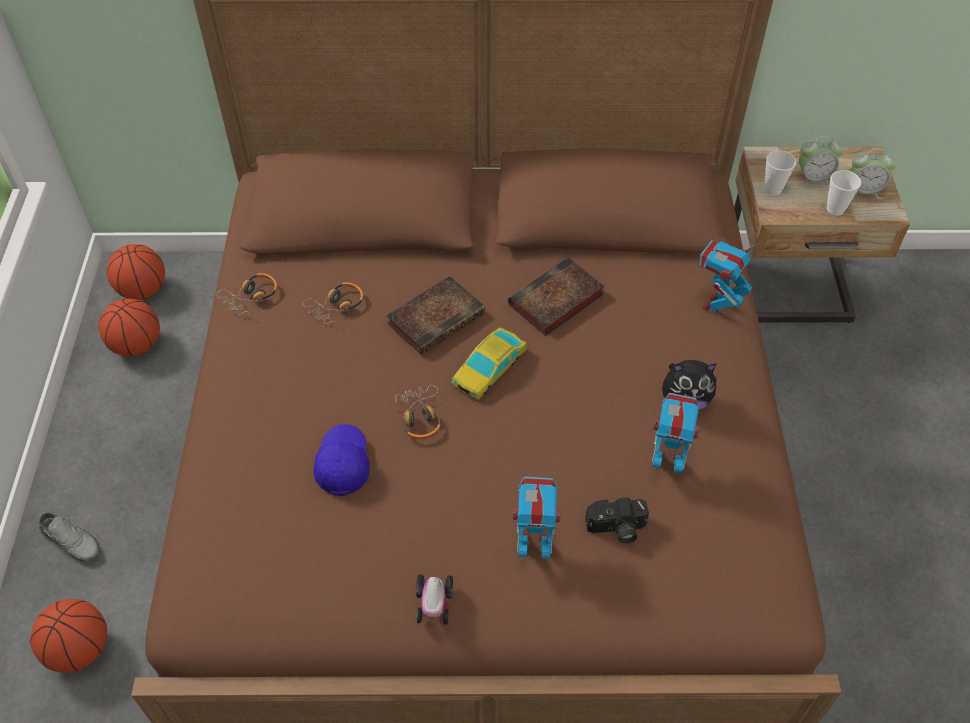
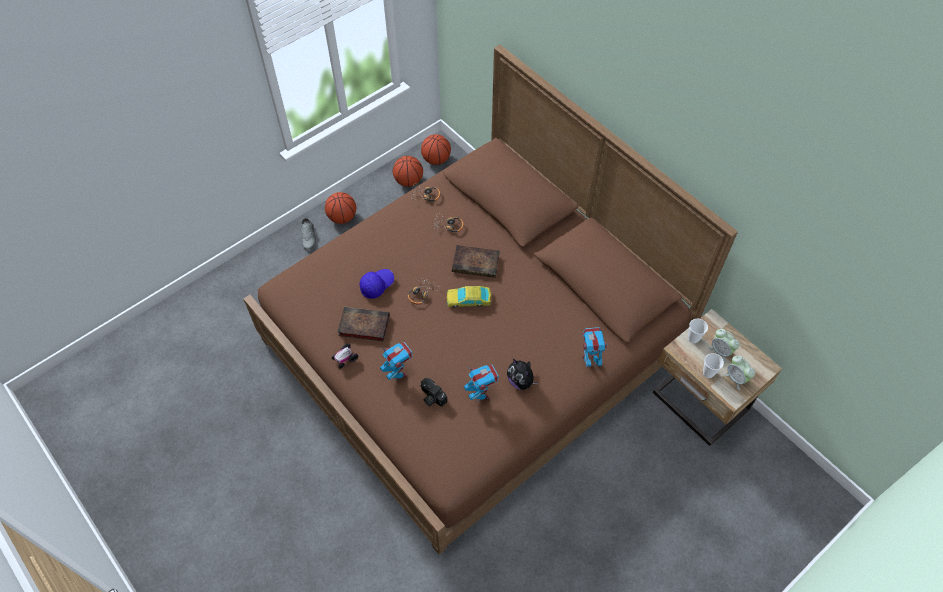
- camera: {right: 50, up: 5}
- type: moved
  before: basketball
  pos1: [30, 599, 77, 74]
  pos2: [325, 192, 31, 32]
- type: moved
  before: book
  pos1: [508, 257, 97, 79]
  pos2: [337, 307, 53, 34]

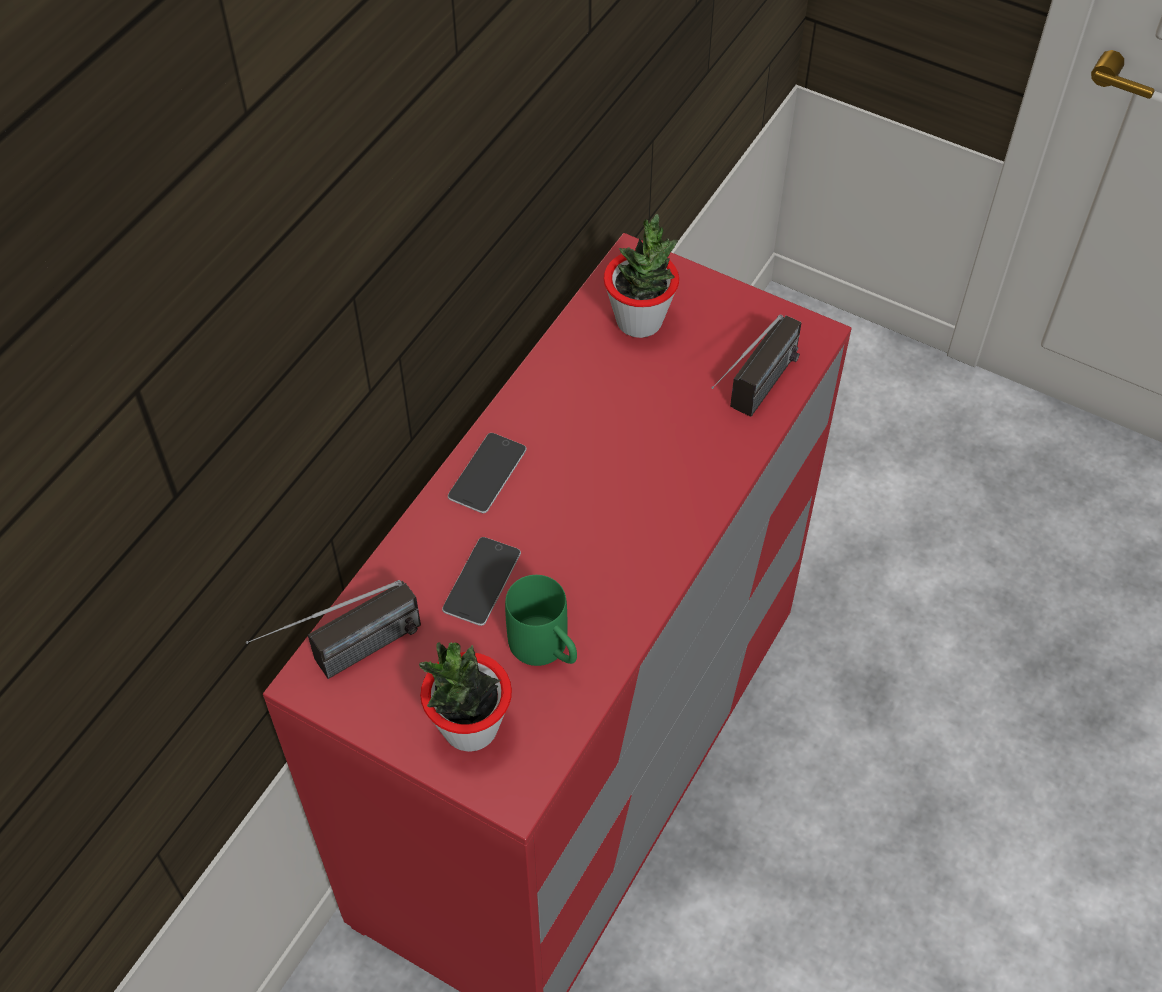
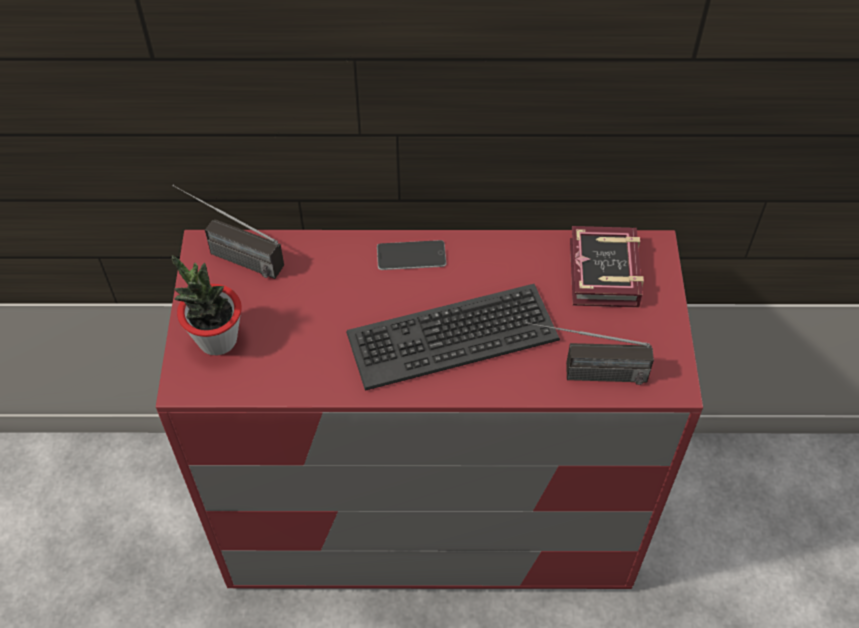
- camera: {right: 60, up: 0}
- type: removed
  before: phone
  pos1: [442, 537, 79, 89]
- type: removed
  before: mug in green
  pos1: [505, 575, 72, 91]
- type: added
  after: keyboard
  pos2: [346, 284, 214, 107]
- type: replaced
  before: potted plant
  after: book
  pos1: [604, 214, 75, 124]
  pos2: [570, 226, 74, 82]

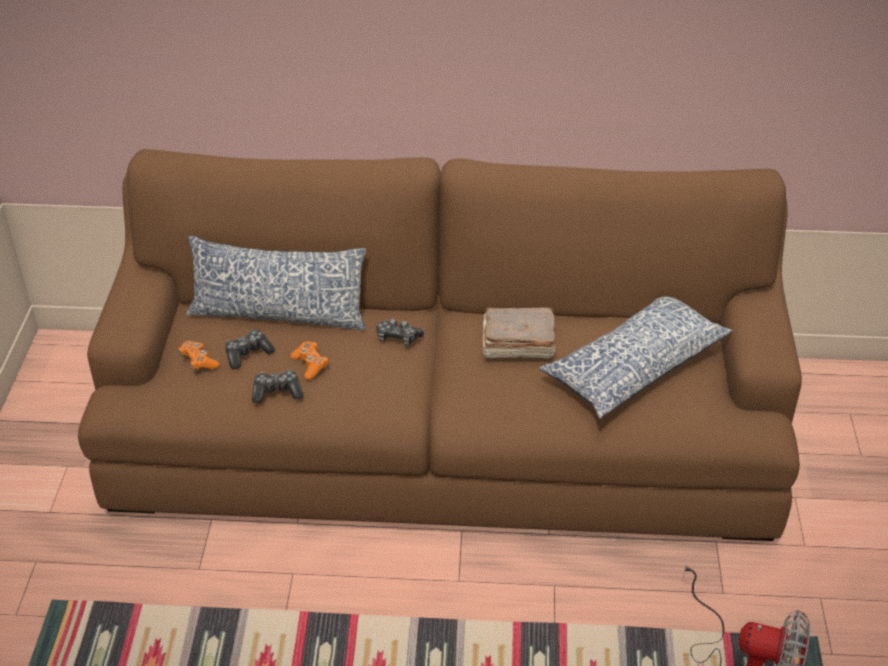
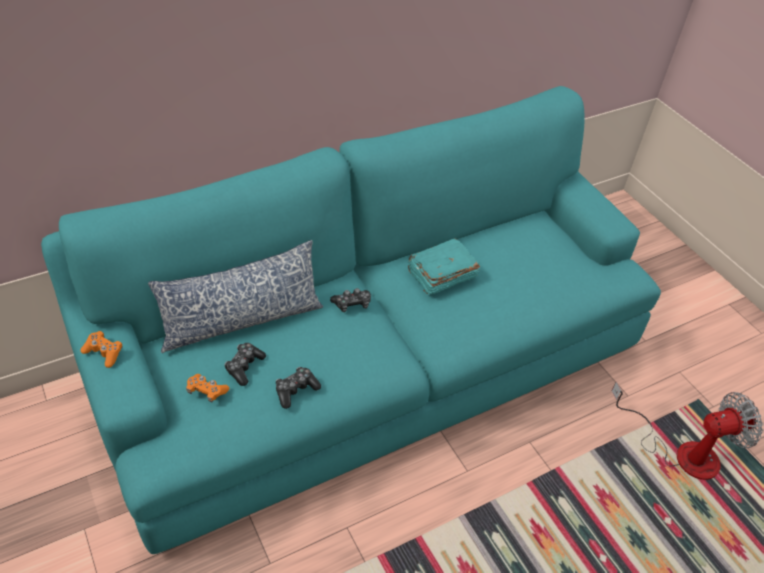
- camera: {right: -35, up: 5}
- type: removed
  before: pillow
  pos1: [540, 296, 193, 123]
- type: moved
  before: game controller in orange
  pos1: [291, 341, 38, 39]
  pos2: [81, 331, 42, 37]
- type: recoloured
  before: sofa in brown
  after: sofa in turquoise
  pos1: [78, 149, 724, 392]
  pos2: [41, 86, 620, 468]
- type: recoloured
  before: book in brown
  after: book in turquoise
  pos1: [481, 308, 75, 51]
  pos2: [408, 238, 72, 57]

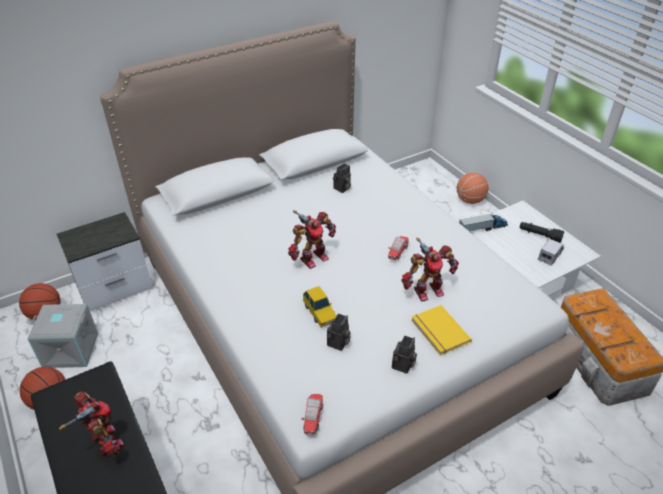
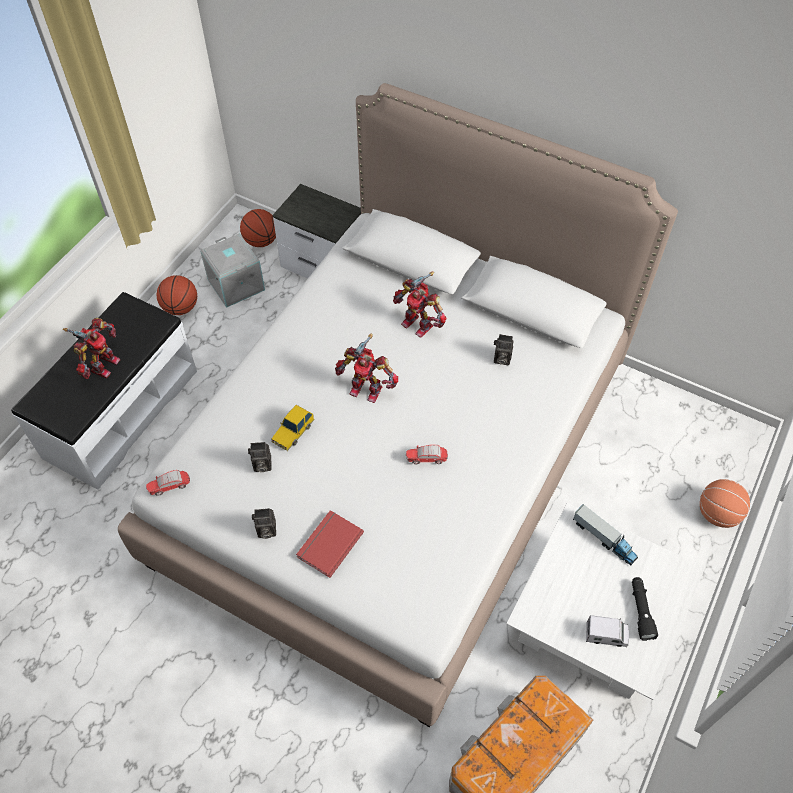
- camera: {right: 60, up: 15}
- type: moved
  before: toy robot
  pos1: [402, 238, 57, 63]
  pos2: [393, 271, 54, 67]
- type: recoloured
  before: book in yellow
  after: book in red
  pos1: [411, 305, 61, 51]
  pos2: [296, 510, 68, 68]

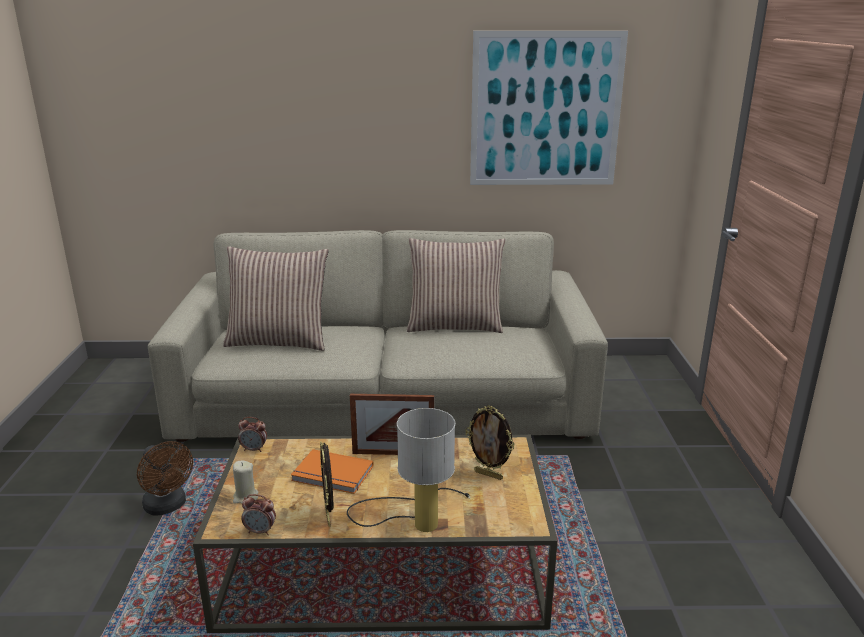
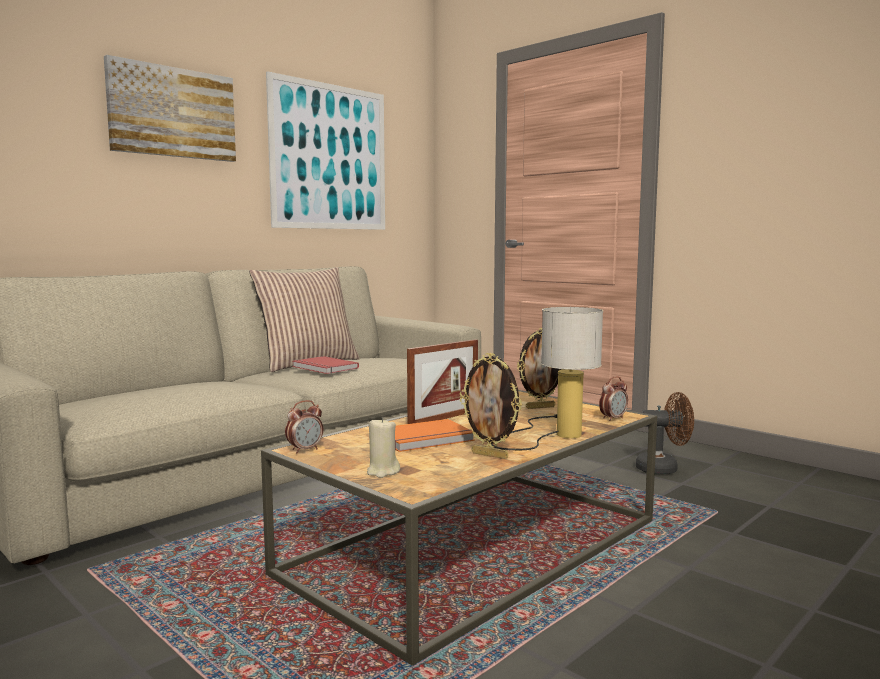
- camera: {right: -45, up: -15}
- type: removed
  before: pillow
  pos1: [223, 246, 106, 105]
- type: added
  after: picture
  pos2: [104, 55, 132, 107]
- type: added
  after: book in red
  pos2: [292, 356, 67, 18]
- type: moved
  before: fan in brown
  pos1: [137, 441, 56, 75]
  pos2: [636, 392, 58, 82]
- type: moved
  before: alarm clock
  pos1: [241, 494, 35, 41]
  pos2: [599, 376, 29, 45]

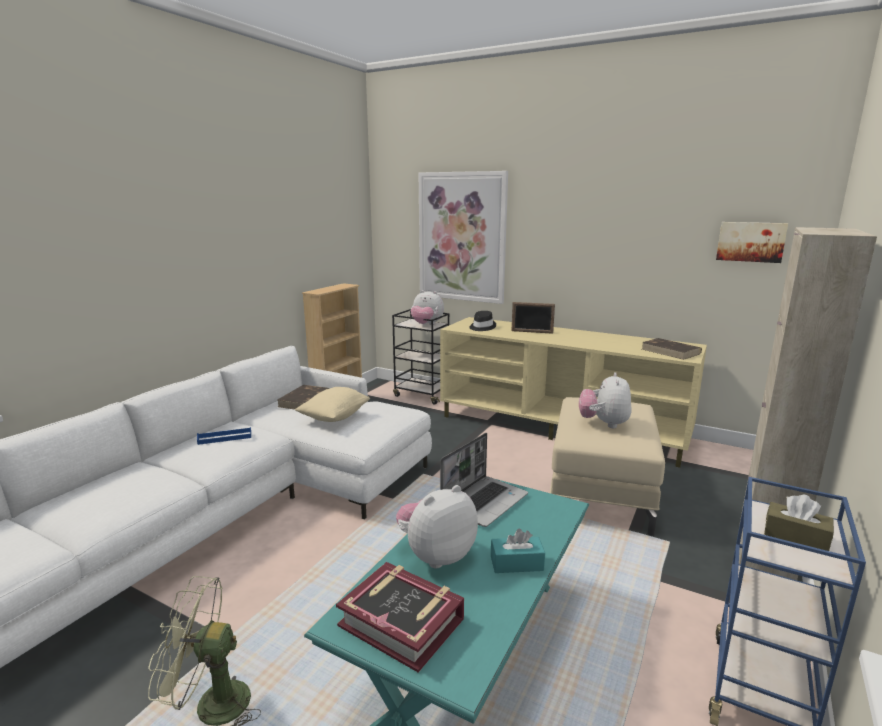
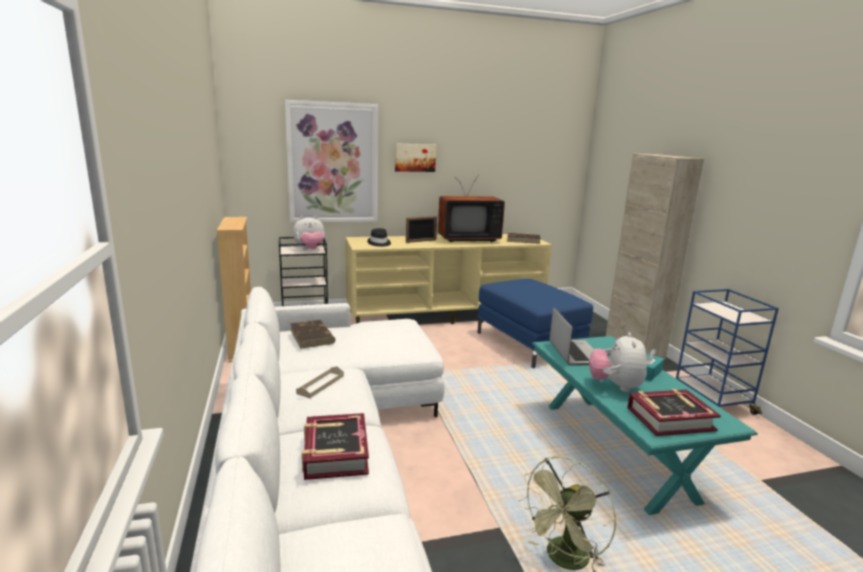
- camera: {right: -45, up: 0}
- type: removed
  before: pillow in beige
  pos1: [295, 387, 75, 35]
- type: removed
  before: plush toy
  pos1: [579, 372, 53, 56]
- type: removed
  before: tissue box in brown
  pos1: [764, 495, 70, 56]
- type: added
  after: book
  pos2: [302, 413, 67, 67]
- type: added
  after: television
  pos2: [438, 176, 67, 66]
- type: moved
  before: picture
  pos1: [716, 222, 72, 41]
  pos2: [395, 144, 41, 28]
- type: recoloured
  before: tray in blue
  after: tray in beige
  pos1: [197, 427, 54, 18]
  pos2: [296, 366, 48, 32]
- type: recoloured
  before: ottoman in beige
  after: ottoman in blue
  pos1: [550, 397, 115, 139]
  pos2: [477, 279, 116, 89]

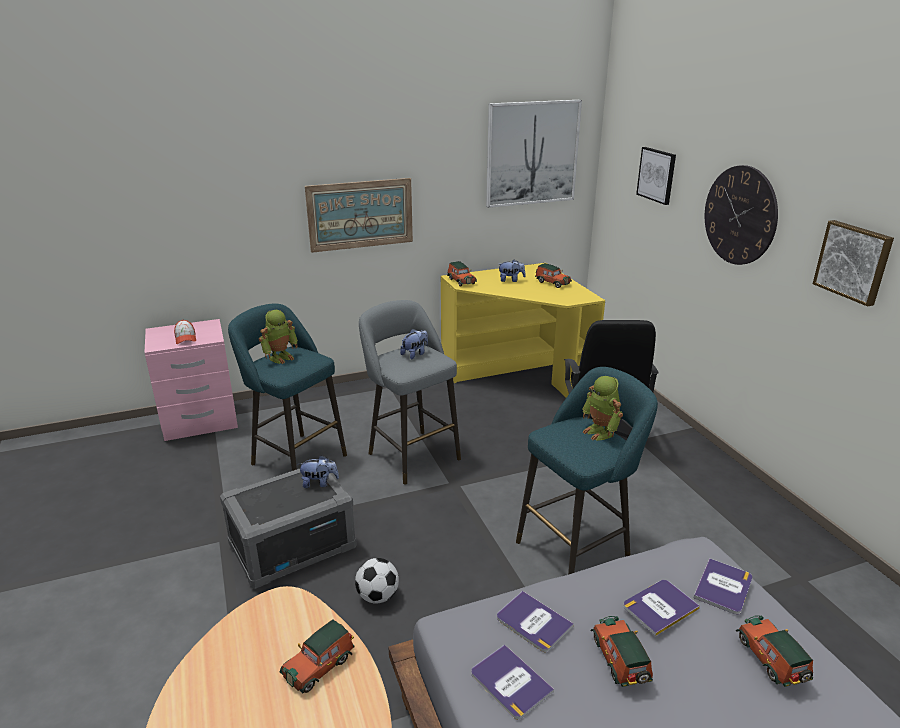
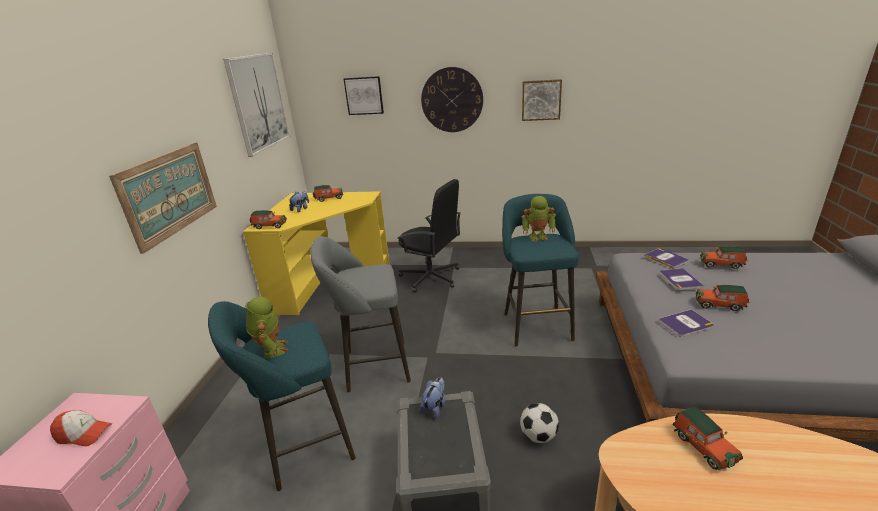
- camera: {right: -60, up: 0}
- type: removed
  before: plush toy
  pos1: [400, 329, 28, 30]
- type: removed
  before: book
  pos1: [471, 644, 83, 76]

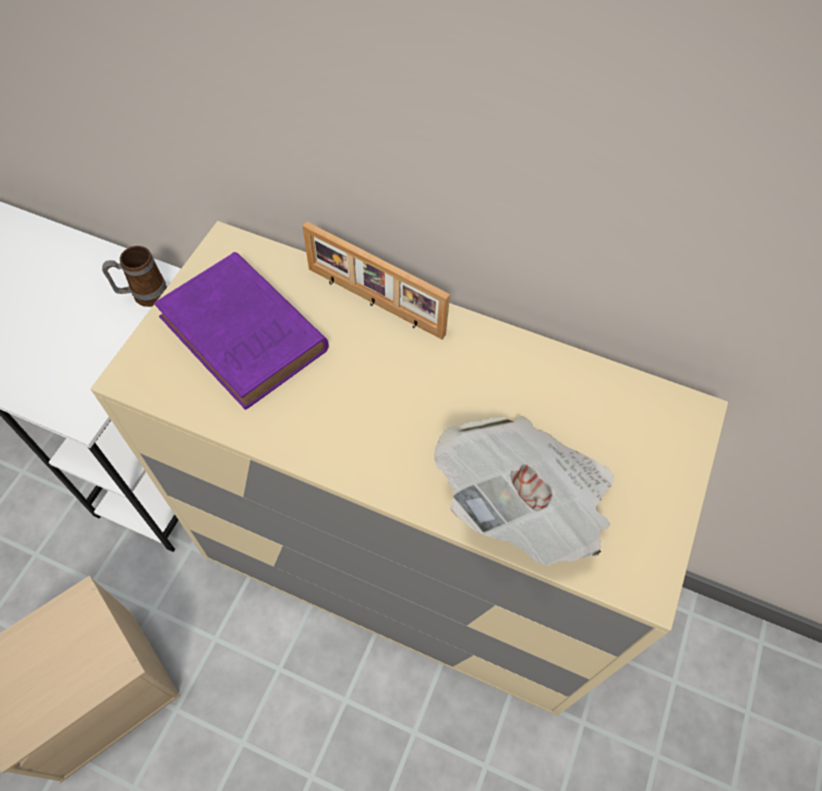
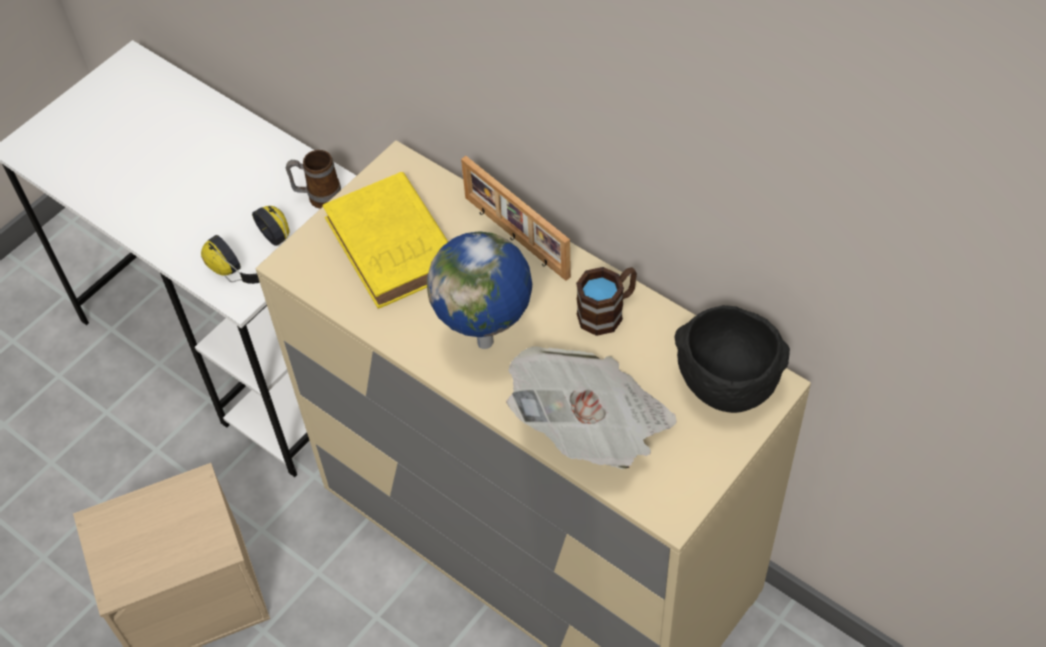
- camera: {right: 20, up: -5}
- type: added
  after: headphones
  pos2: [201, 206, 89, 78]
- type: added
  after: globe
  pos2: [427, 231, 105, 118]
- type: added
  after: mug in brown
  pos2: [576, 267, 61, 69]
- type: added
  after: bowl in black
  pos2: [675, 305, 115, 108]
- type: recoloured
  before: book in purple
  after: book in yellow
  pos1: [154, 252, 175, 158]
  pos2: [322, 172, 126, 137]

